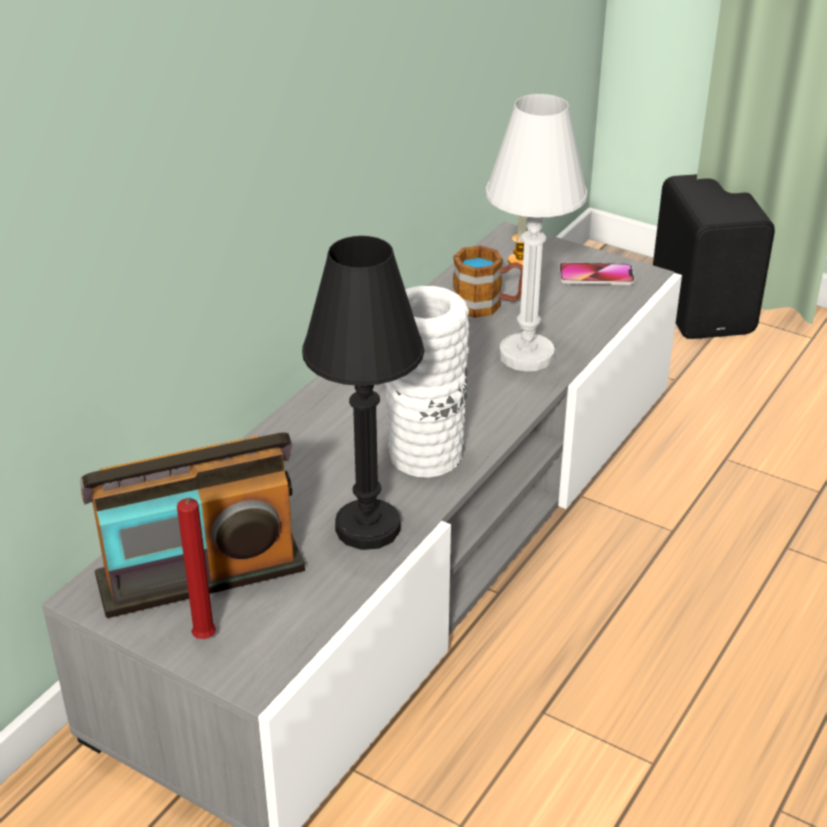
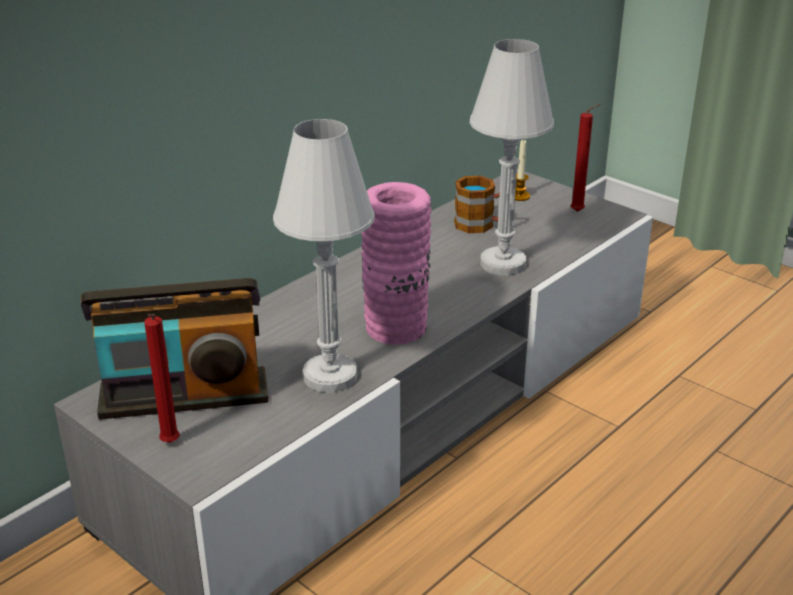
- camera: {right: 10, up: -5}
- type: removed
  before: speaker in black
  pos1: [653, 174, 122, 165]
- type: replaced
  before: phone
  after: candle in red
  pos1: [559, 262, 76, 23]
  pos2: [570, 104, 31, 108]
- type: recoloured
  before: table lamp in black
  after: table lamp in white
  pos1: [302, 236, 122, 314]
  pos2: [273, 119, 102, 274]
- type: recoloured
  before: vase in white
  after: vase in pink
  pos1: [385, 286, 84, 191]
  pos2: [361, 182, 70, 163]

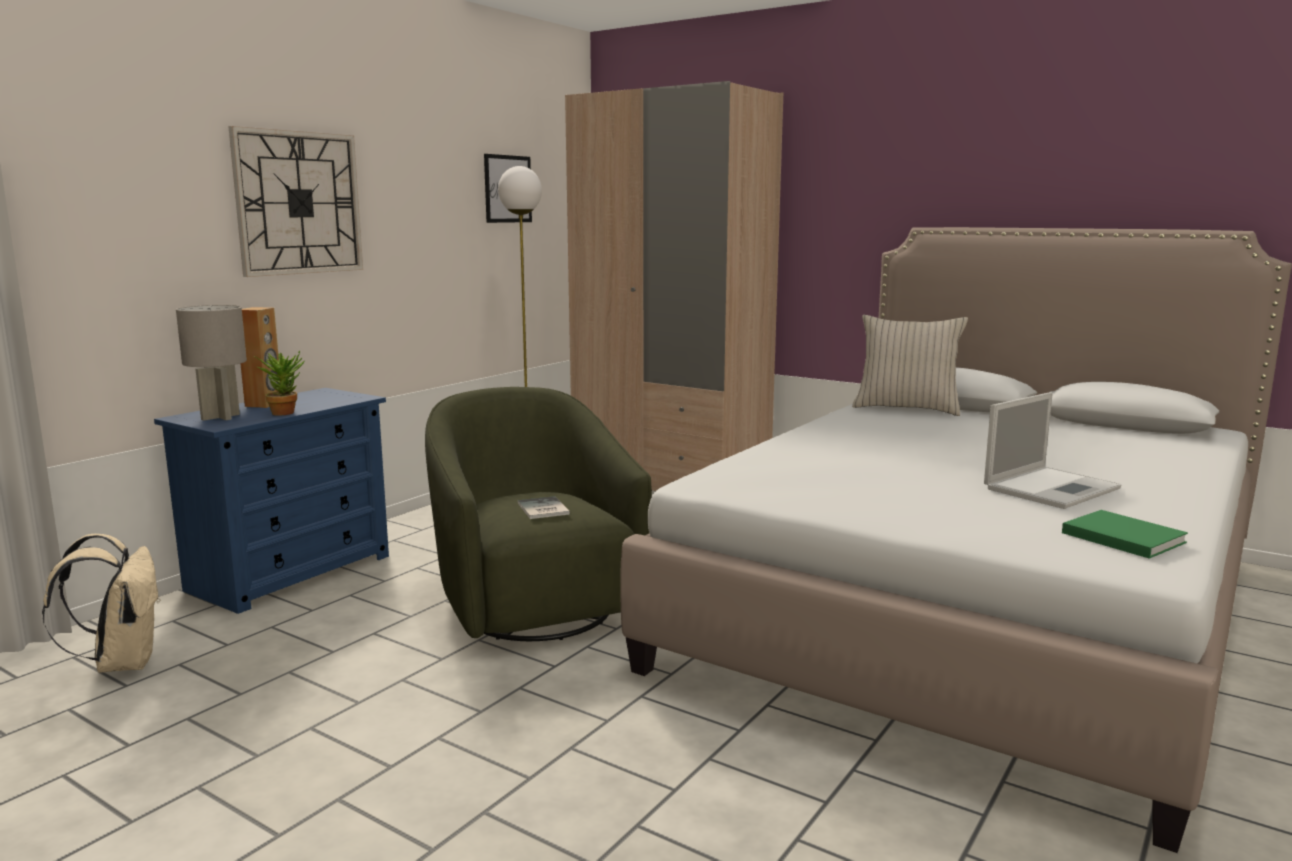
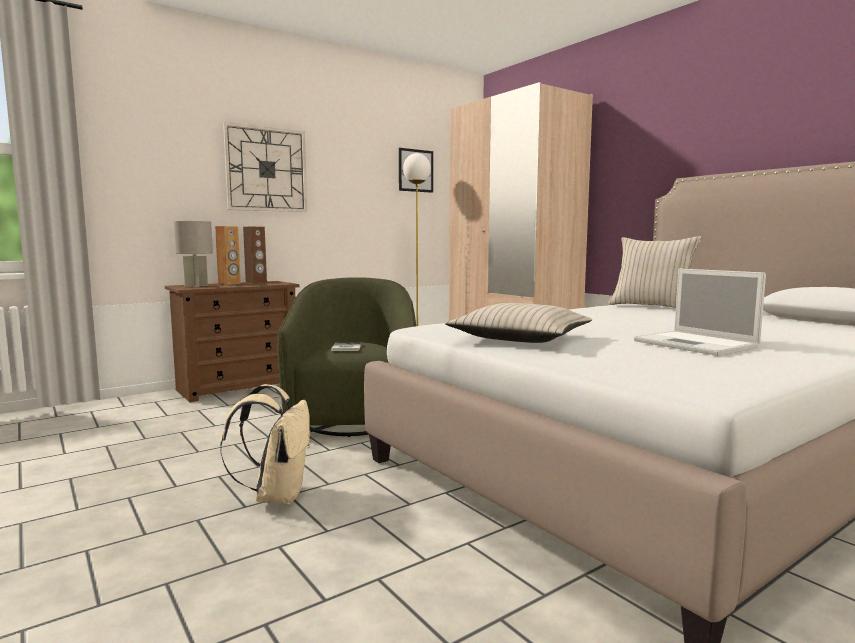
- camera: {right: 20, up: -5}
- type: removed
  before: potted plant
  pos1: [254, 351, 51, 65]
- type: removed
  before: book in green
  pos1: [1062, 510, 126, 49]
- type: added
  after: speaker in brown
  pos2: [243, 227, 24, 56]
- type: added
  after: pillow in beige
  pos2: [445, 303, 147, 40]
- type: moved
  before: backpack in beige
  pos1: [42, 534, 119, 139]
  pos2: [220, 384, 91, 121]
- type: recoloured
  before: dresser in blue
  after: dresser in brown
  pos1: [154, 388, 235, 226]
  pos2: [165, 281, 135, 121]
- type: turned
  before: laptop
  pos1: [984, 392, 137, 117]
  pos2: [634, 268, 132, 88]
  turn: 75

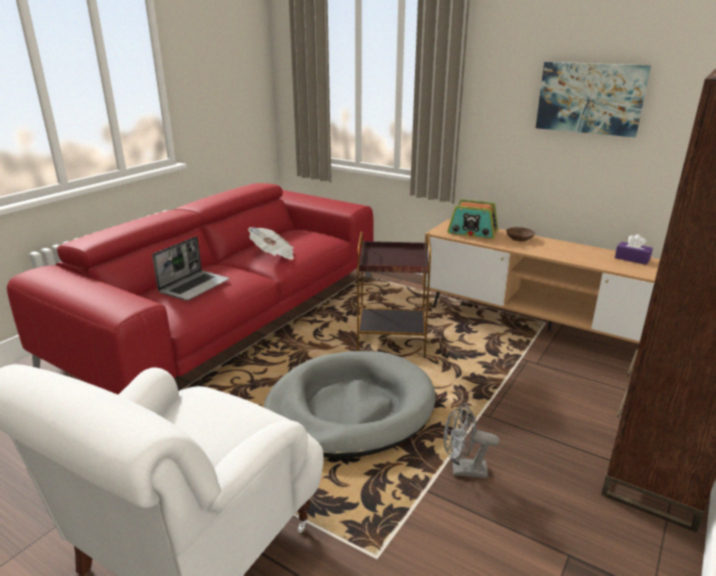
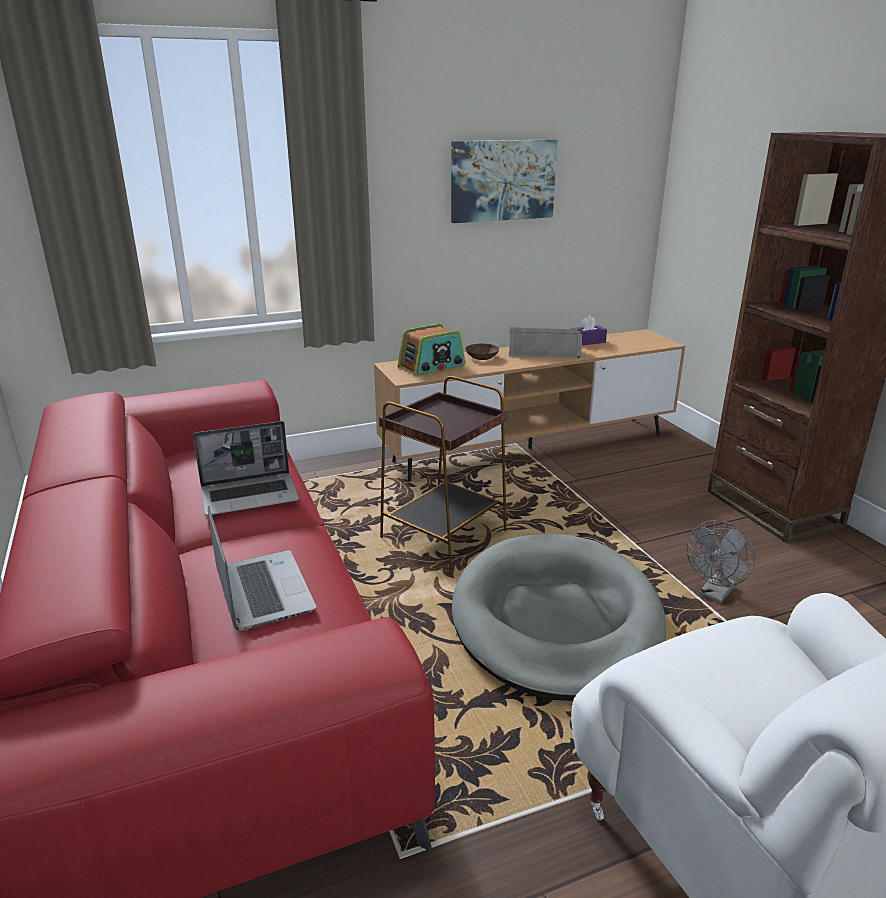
- camera: {right: -55, up: 0}
- type: added
  after: speaker in grey
  pos2: [509, 327, 74, 31]
- type: replaced
  before: newspaper
  after: laptop
  pos1: [248, 227, 46, 32]
  pos2: [193, 421, 106, 95]

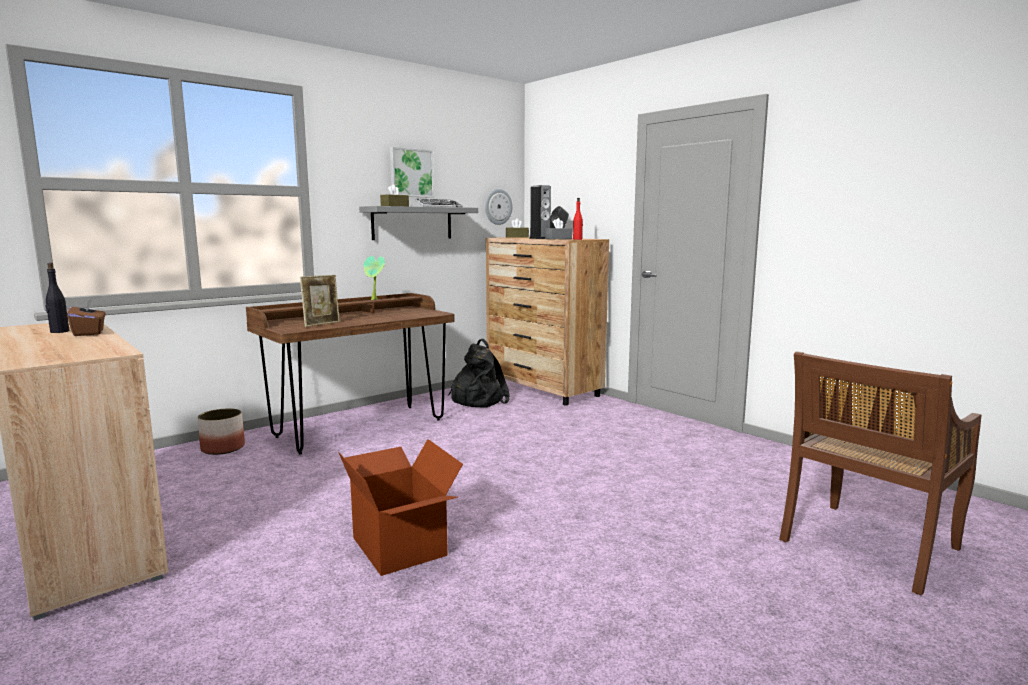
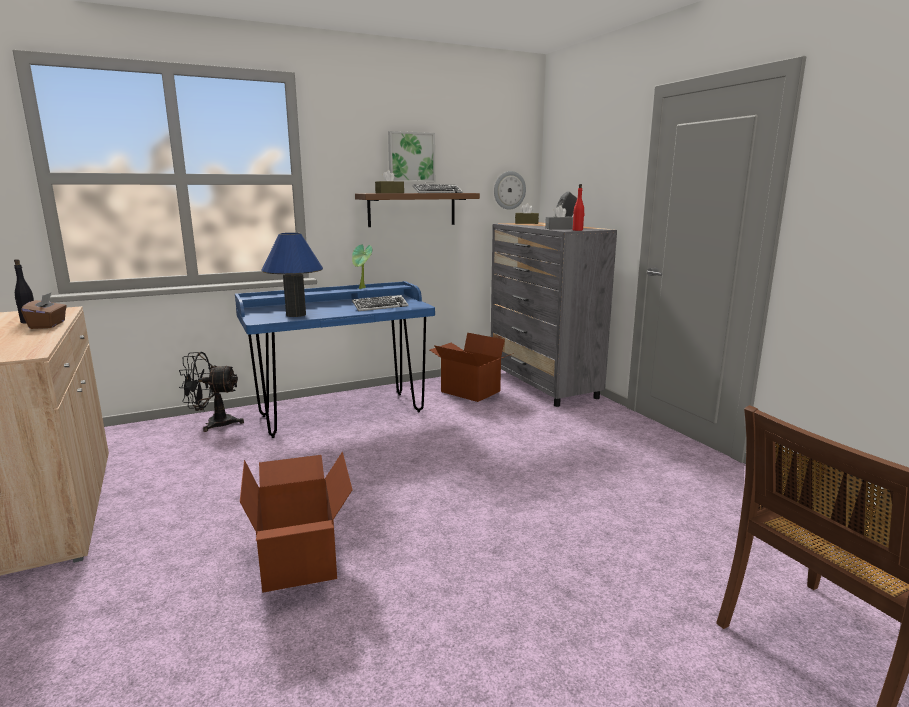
- camera: {right: 15, up: 5}
- type: removed
  before: speaker
  pos1: [529, 185, 22, 54]
- type: added
  after: keyboard
  pos2: [352, 295, 56, 16]
- type: replaced
  before: planter
  after: fan in black
  pos1: [198, 408, 47, 47]
  pos2: [179, 352, 65, 80]
- type: replaced
  before: picture frame
  after: table lamp in blue
  pos1: [300, 275, 40, 52]
  pos2: [261, 233, 62, 84]
- type: replaced
  before: backpack in black
  after: cardboard box
  pos1: [448, 339, 62, 68]
  pos2: [430, 333, 84, 69]
- type: recoloured
  before: desk in brown
  after: desk in blue
  pos1: [246, 293, 209, 161]
  pos2: [235, 281, 200, 157]
- type: recoloured
  before: shelf in grey
  after: shelf in brown
  pos1: [359, 206, 119, 34]
  pos2: [355, 193, 125, 34]
- type: recoloured
  before: dresser in brown
  after: dresser in grey
  pos1: [486, 237, 123, 168]
  pos2: [491, 222, 126, 185]

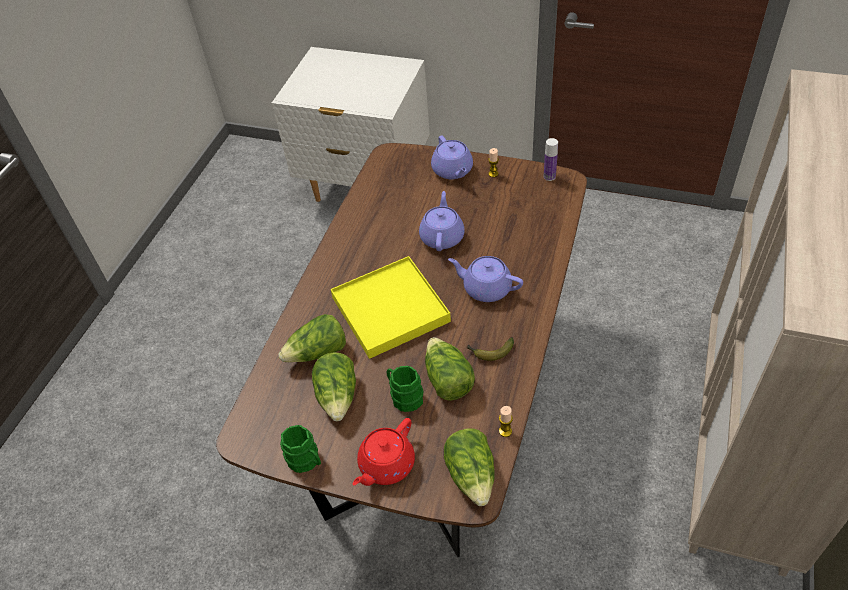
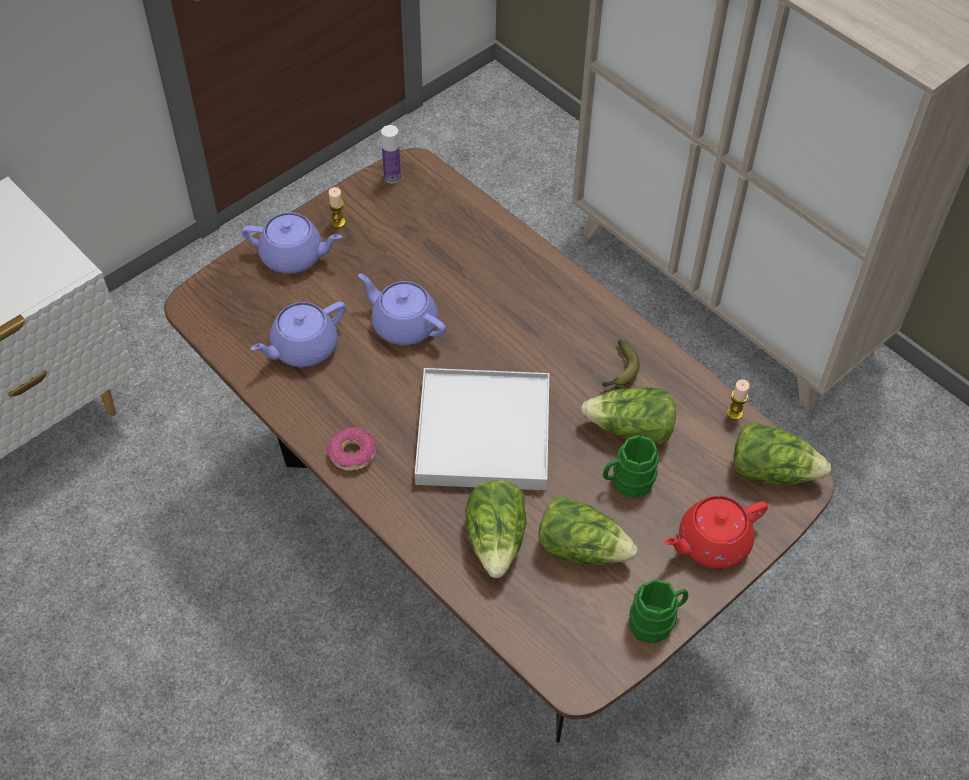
- camera: {right: -65, up: 5}
- type: added
  after: donut
  pos2: [327, 427, 49, 44]
- type: moved
  before: teapot in purple
  pos1: [448, 256, 75, 46]
  pos2: [251, 302, 95, 65]
- type: recoloured
  before: tray in yellow
  after: tray in white
  pos1: [331, 256, 120, 103]
  pos2: [415, 368, 134, 122]
- type: turned
  before: teapot in red
  pos1: [353, 418, 62, 68]
  pos2: [664, 496, 104, 73]
  turn: 90

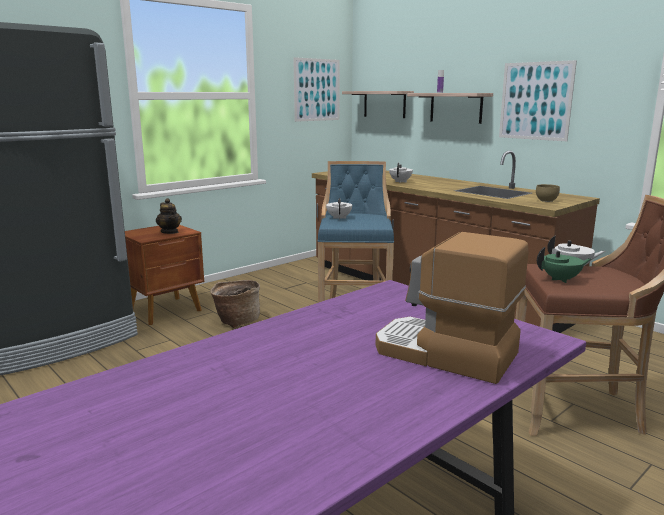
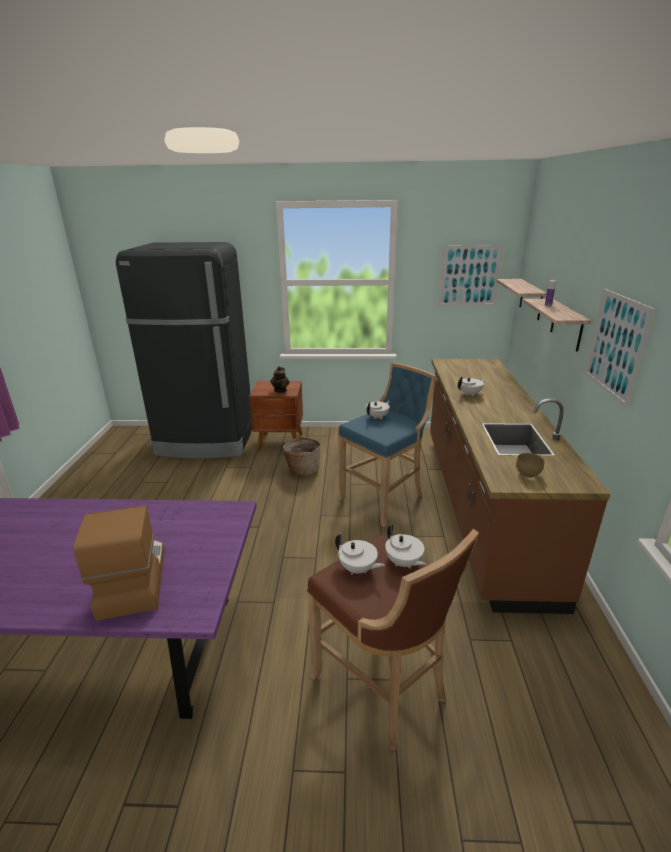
- camera: {right: 45, up: 10}
- type: recoloured
  before: teapot in green
  after: teapot in white
  pos1: [537, 247, 54, 36]
  pos2: [335, 534, 50, 41]

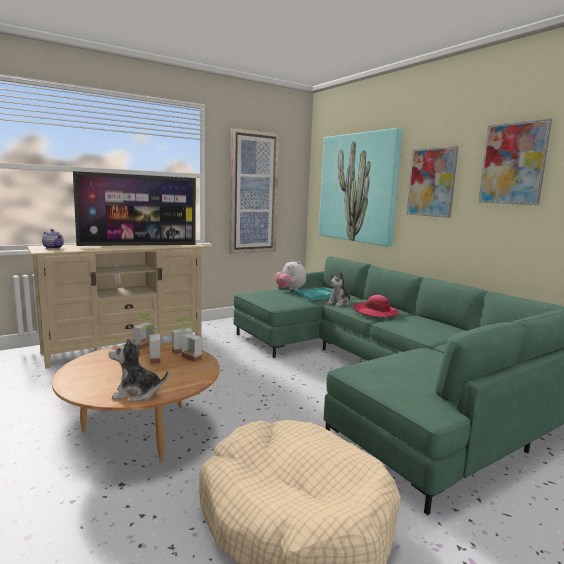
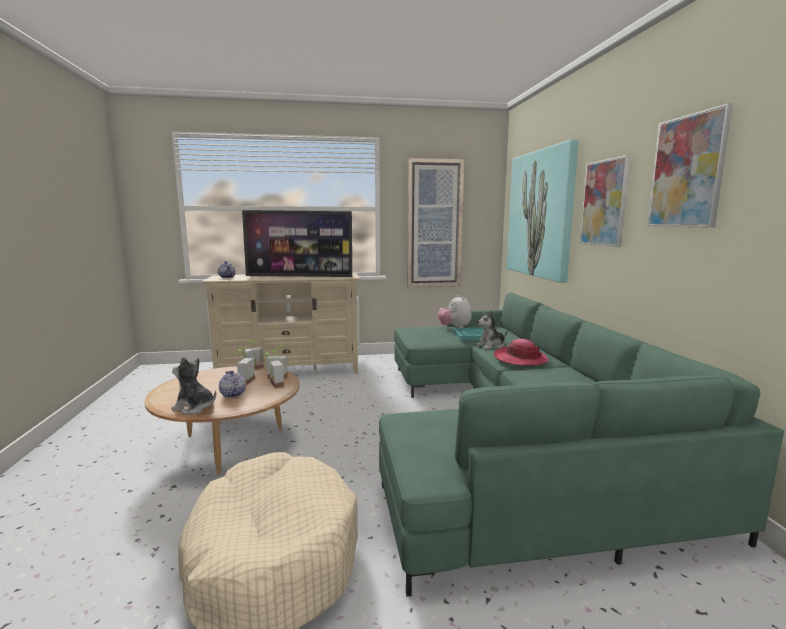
- camera: {right: 25, up: 0}
- type: added
  after: teapot
  pos2: [219, 371, 27, 27]

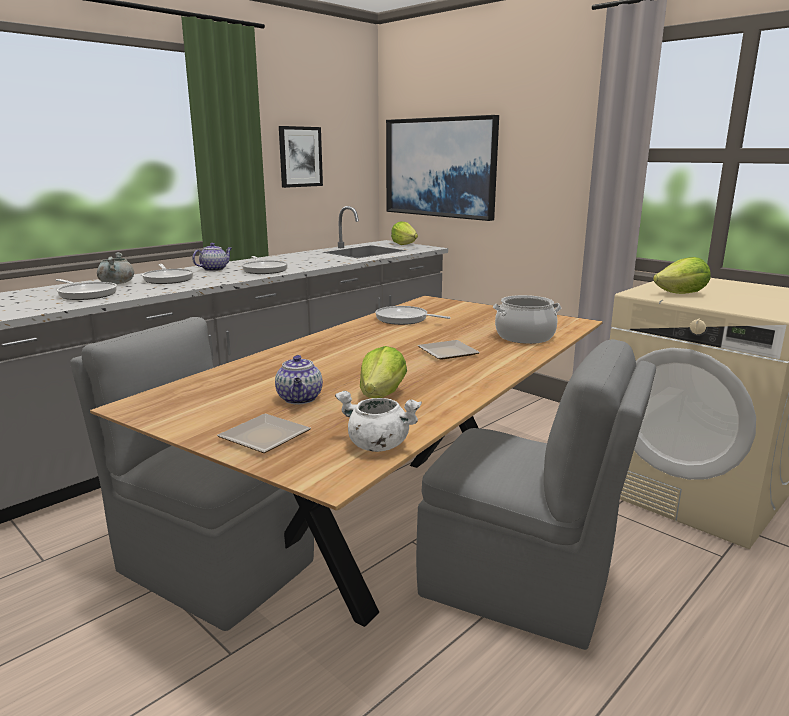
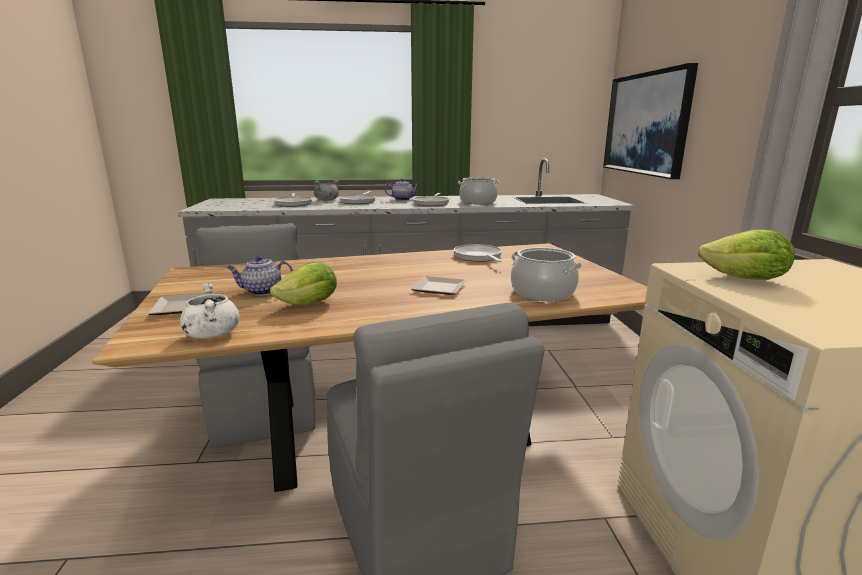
- camera: {right: 40, up: 0}
- type: removed
  before: picture
  pos1: [279, 126, 44, 62]
- type: removed
  before: lettuce
  pos1: [391, 222, 27, 23]
- type: added
  after: cooking pot
  pos2: [458, 177, 42, 28]
- type: turned
  before: teapot
  pos1: [275, 355, 48, 49]
  pos2: [227, 255, 66, 40]
  turn: 45

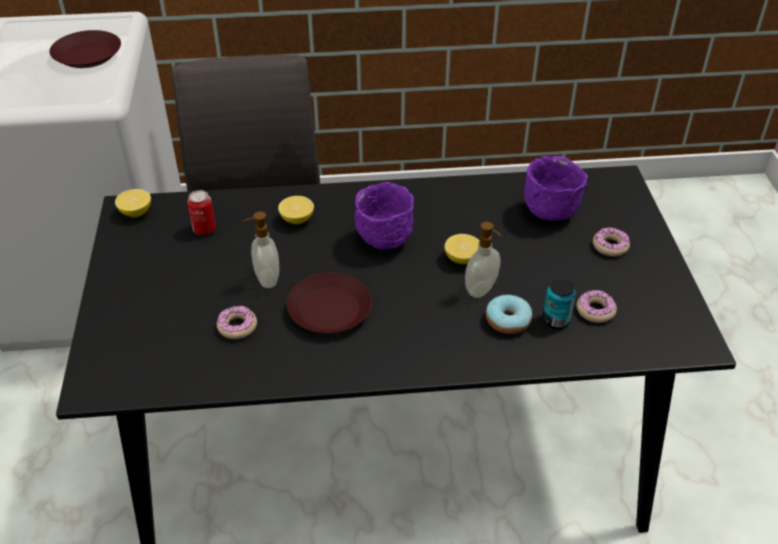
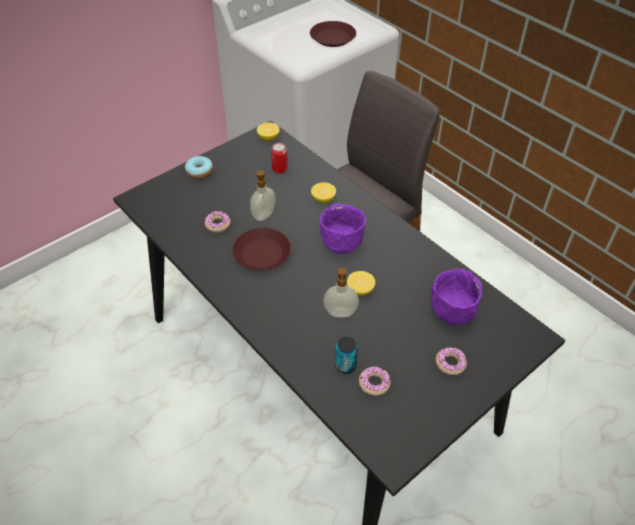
- camera: {right: 55, up: 5}
- type: moved
  before: donut
  pos1: [486, 294, 46, 40]
  pos2: [185, 156, 28, 23]

